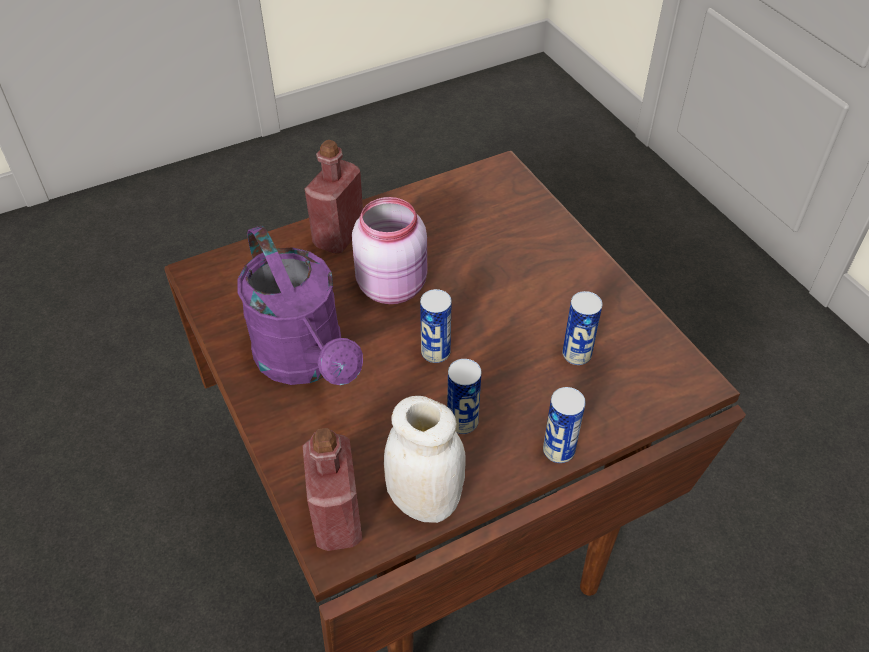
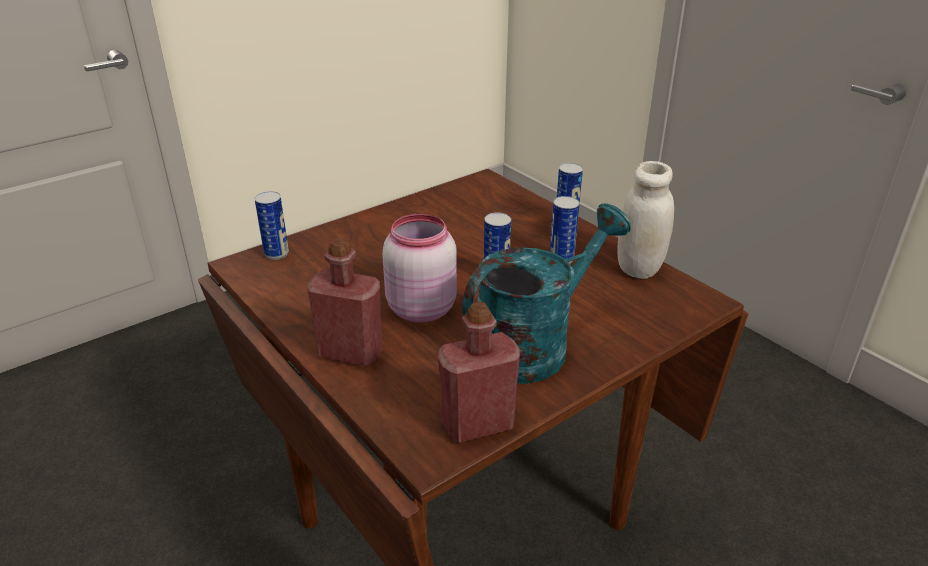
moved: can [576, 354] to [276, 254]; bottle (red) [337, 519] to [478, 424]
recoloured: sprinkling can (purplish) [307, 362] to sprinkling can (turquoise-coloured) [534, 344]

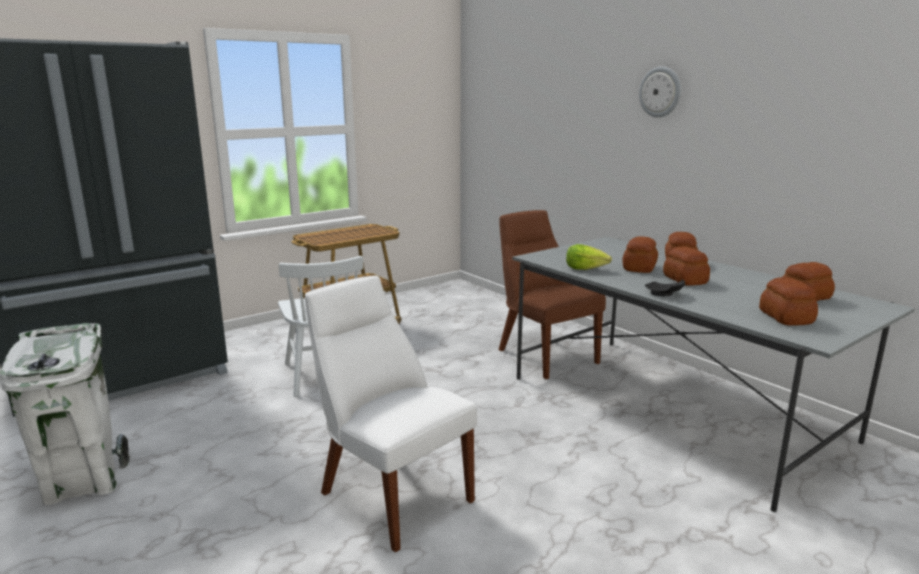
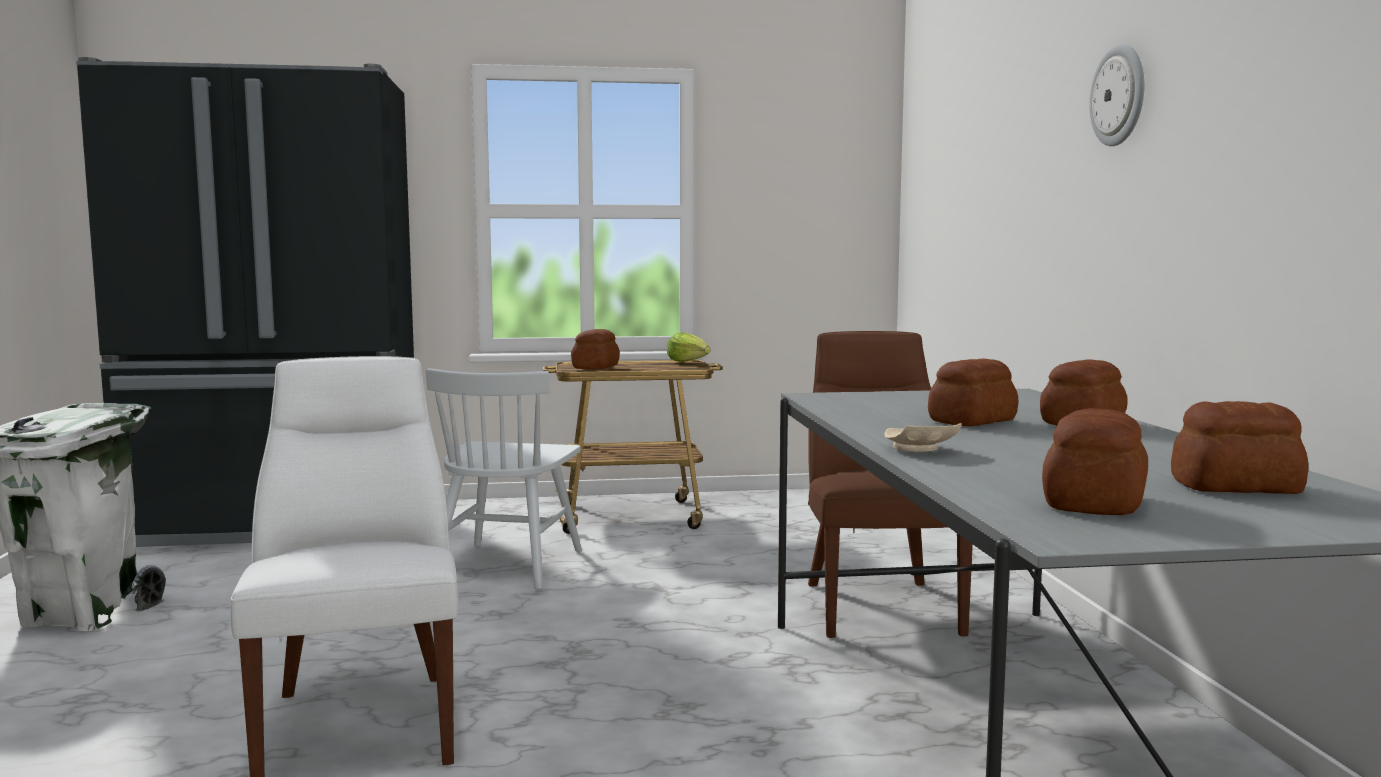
moved: head of lettuce [585, 269] to [689, 362]; bakery bread [685, 280] to [596, 367]
recoloured: plate (blackish) [664, 294] to plate (beige-coloured) [918, 450]

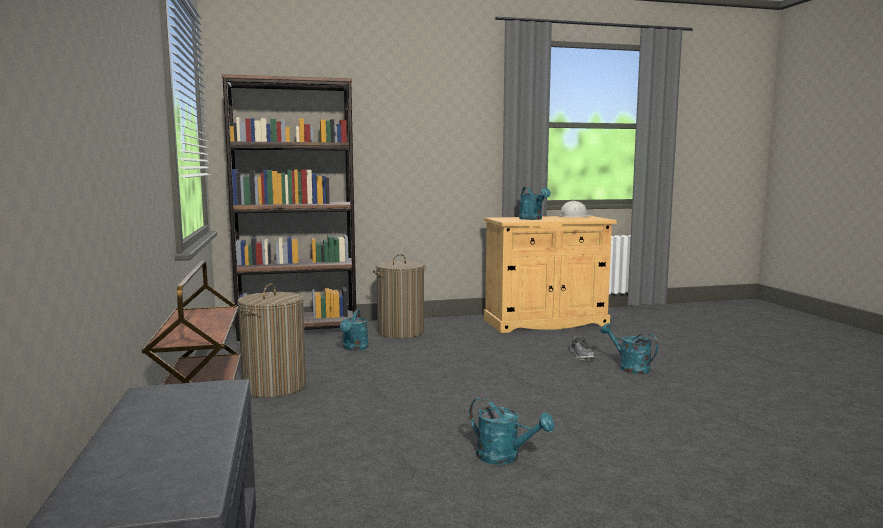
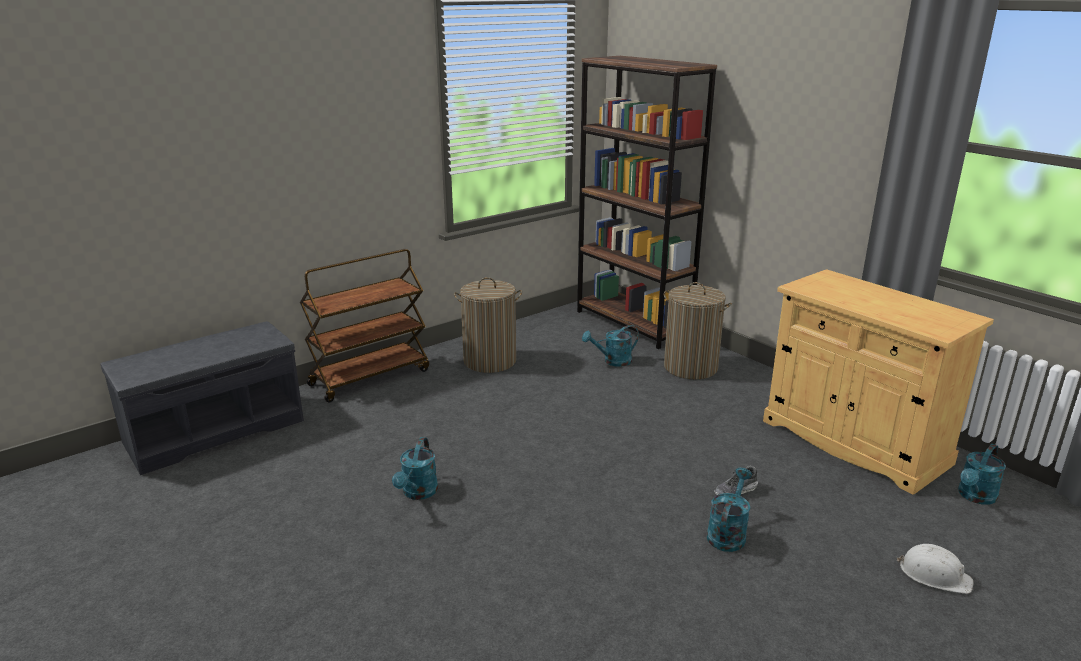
moved: sprinkling can (turquoise-coloured) [533, 219] to [975, 497]; work helmet (whitish) [574, 217] to [934, 574]

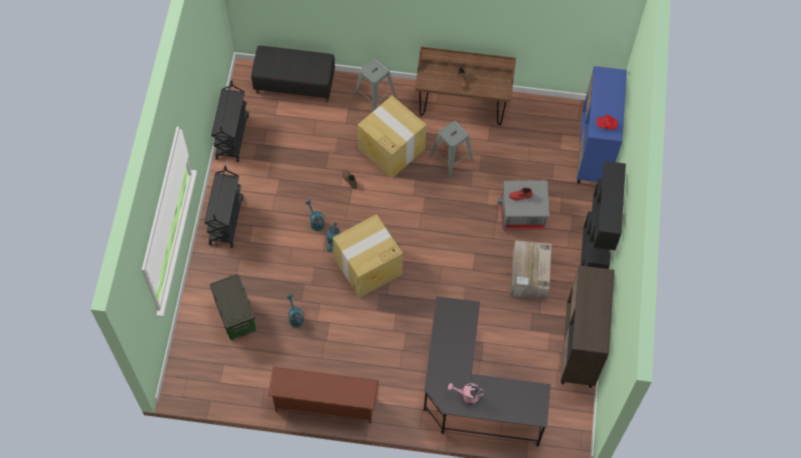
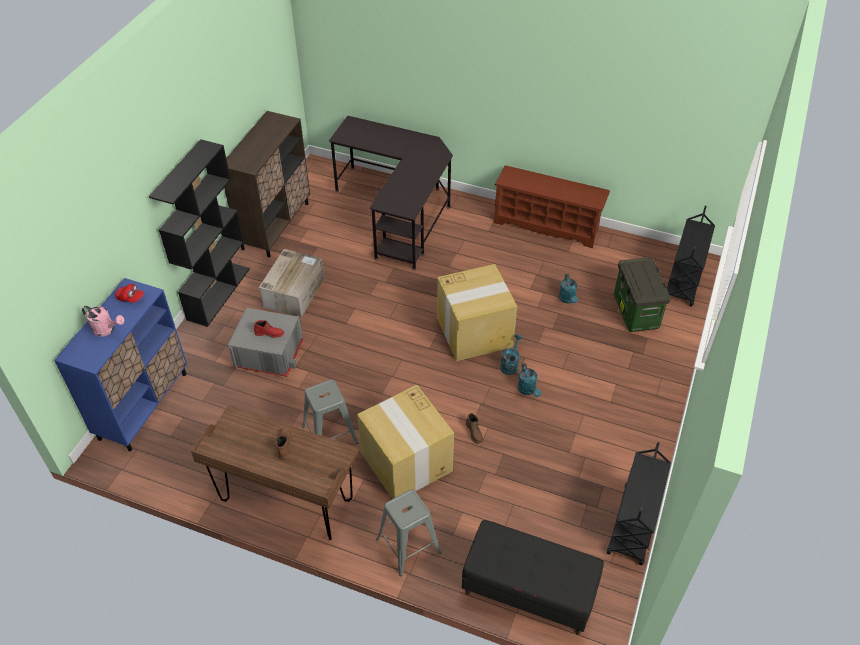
moved: wheeled cart (blackish) [226, 220] to [684, 282]; sprinkling can (pink) [467, 396] to [107, 330]

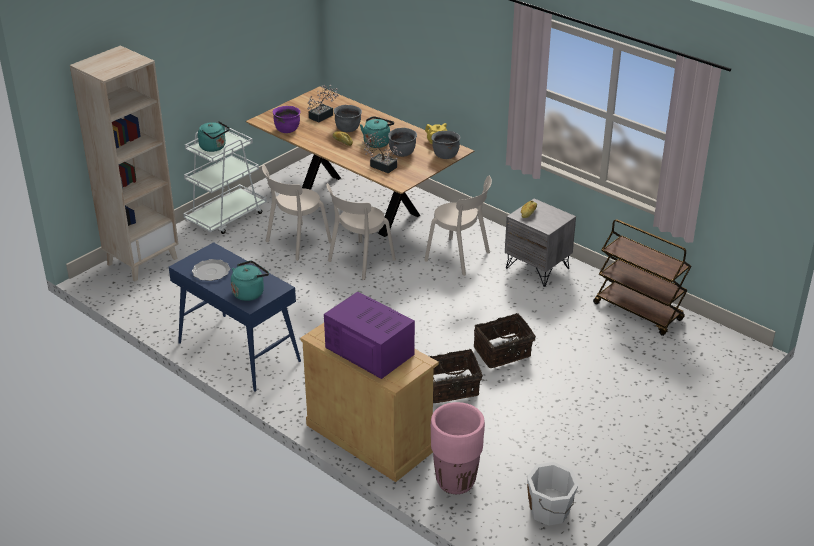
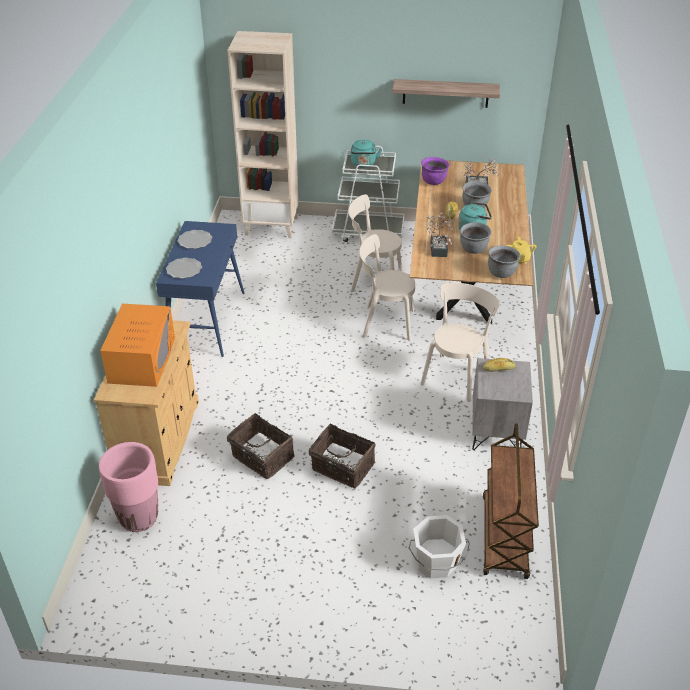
added: bracket shelf [445, 93]
moved: bucket (whitish) [550, 511] to [436, 563]
replaced: kettle (turquoise-coloured) [250, 292] to plate [184, 270]
recoloured: kitchen microwave (purplish) [369, 350] to kitchen microwave (orange-coloured) [142, 360]
turned: upright chair (beige-coloured) [460, 257] = [456, 375] 150 degrees counterclockwise

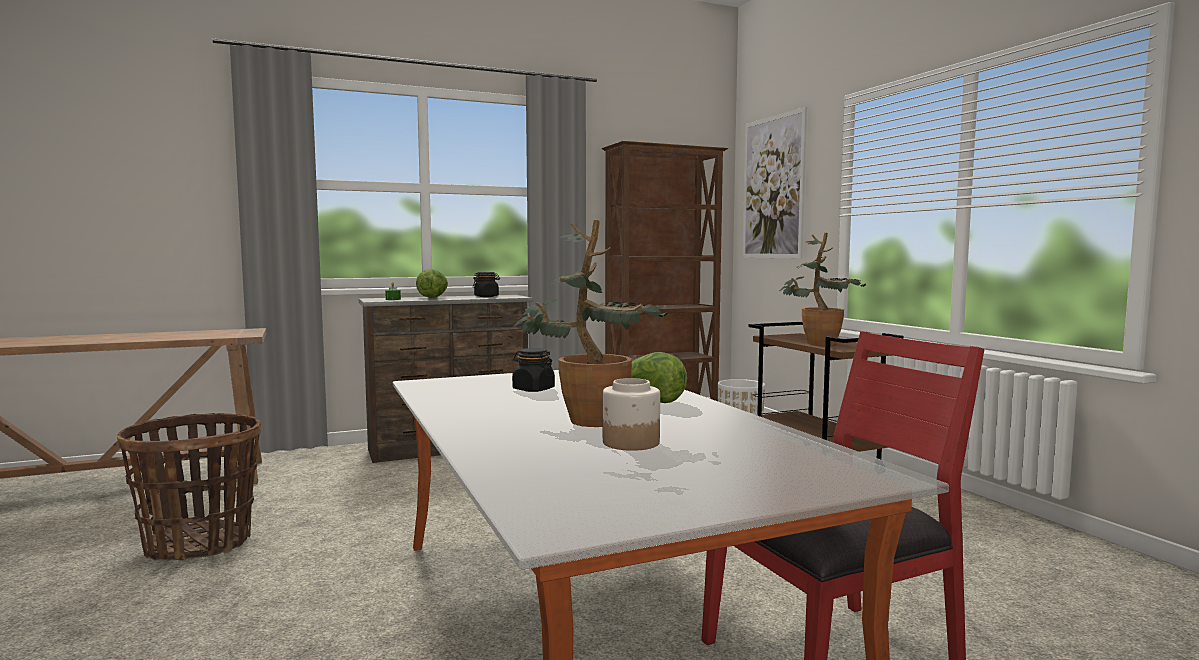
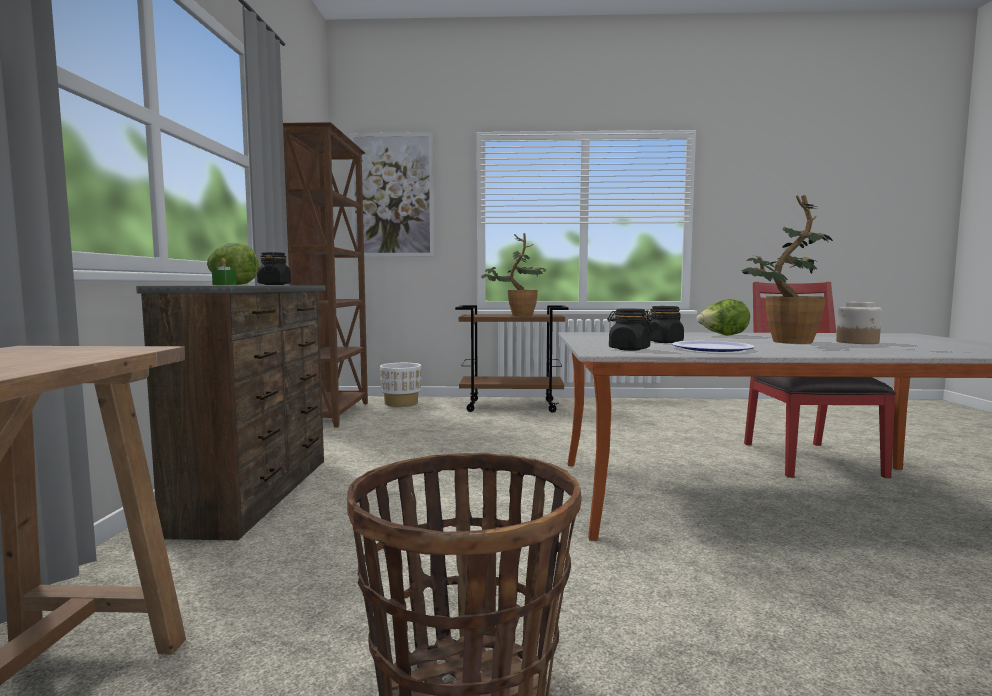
added: jar (blackish) [629, 349]; plate [712, 348]

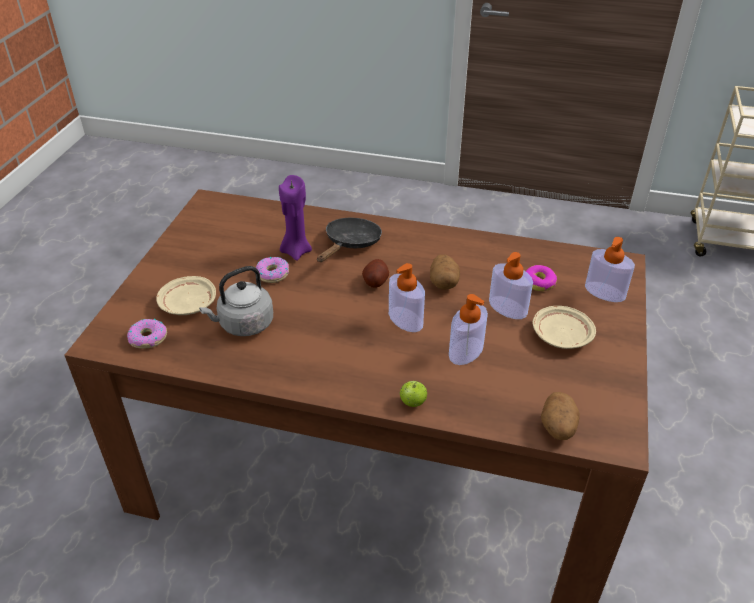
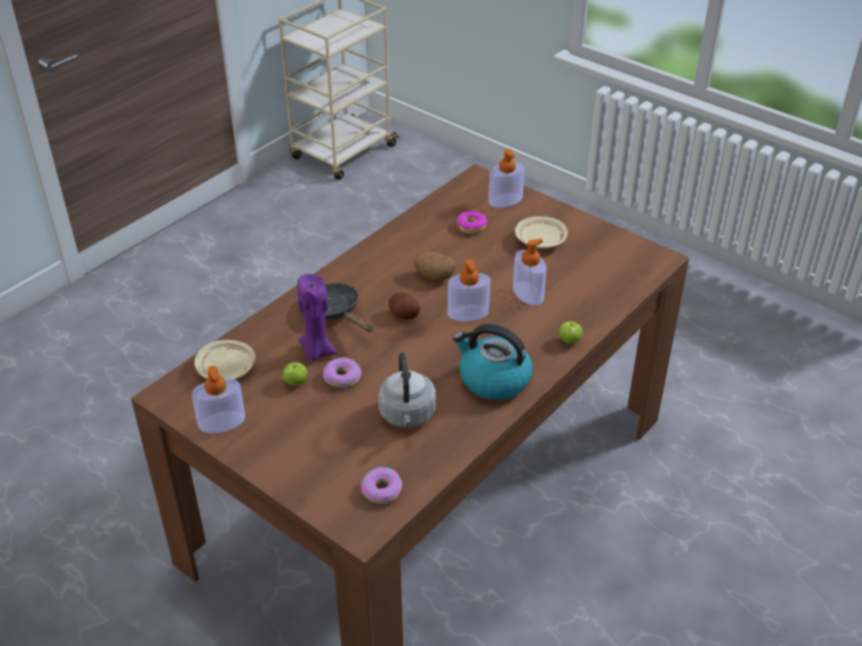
removed: potato [557, 428]
added: kettle [493, 380]; whole apple [296, 382]
moved: soap bottle [507, 308] to [221, 422]; plate (beige-coloured) [188, 304] to [227, 369]

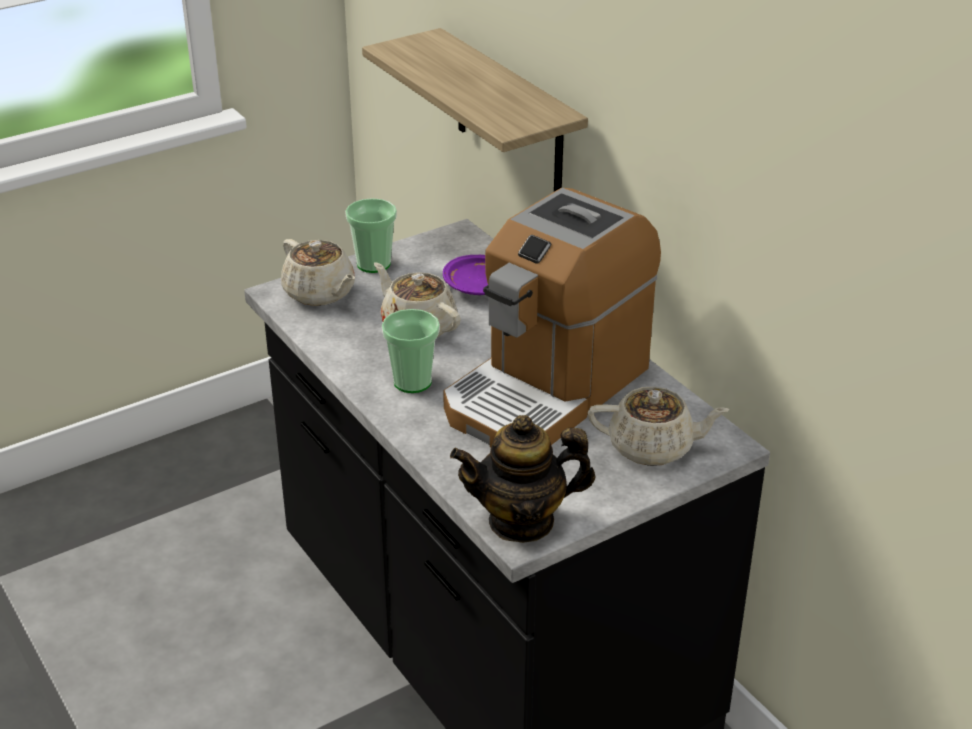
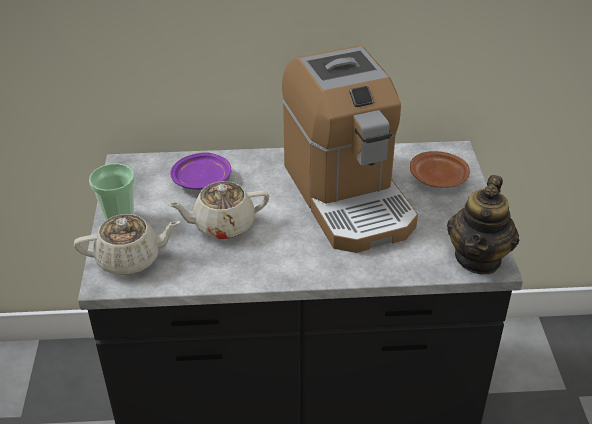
removed: bracket shelf [509, 116]; drinking cup [412, 382]
replaced: pot for tea (beige-coloured) [653, 447] to plate (brownish) [439, 178]

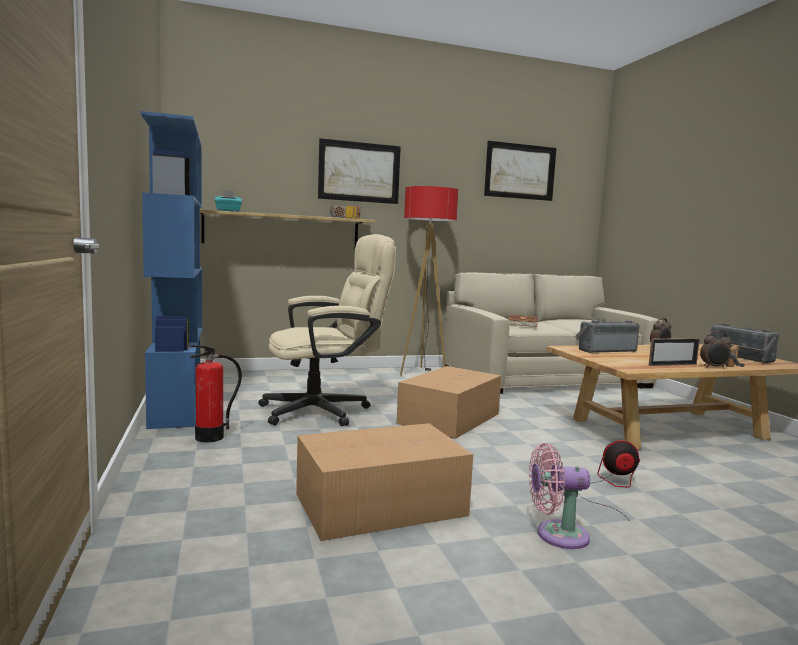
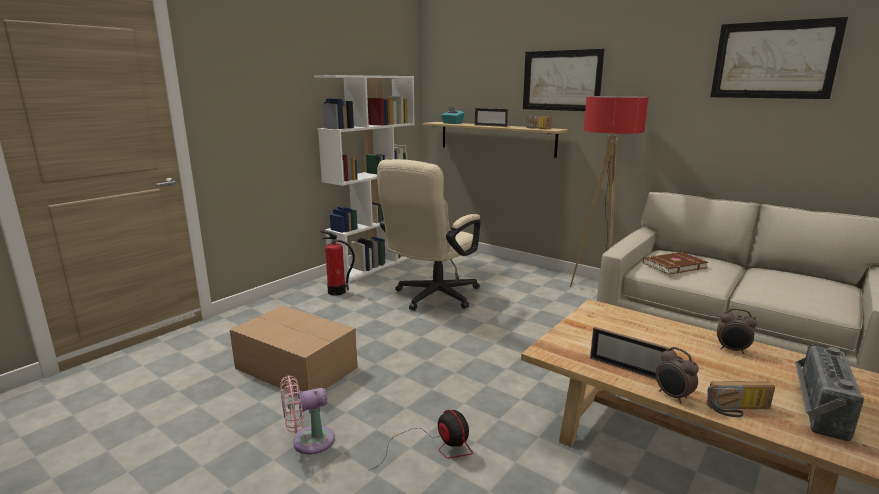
removed: radio receiver [605, 350]; packing box [451, 418]
added: photo frame [490, 126]
recoloured: bookcase (bluish) [177, 404] to bookcase (whitish) [374, 264]
turned: office chair (beige-coloured) [326, 411] = [432, 297] 90 degrees clockwise; cooling fan (pink) [556, 535] = [309, 441] 75 degrees counterclockwise

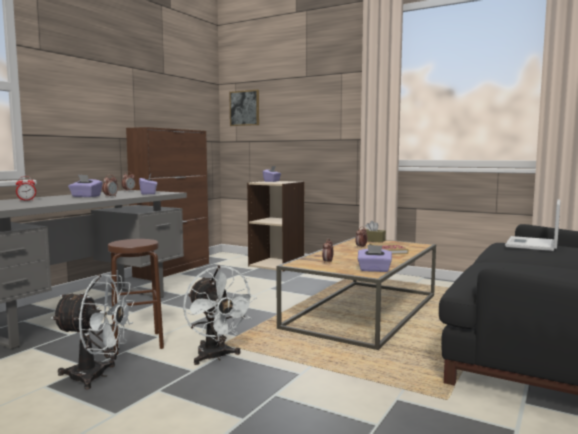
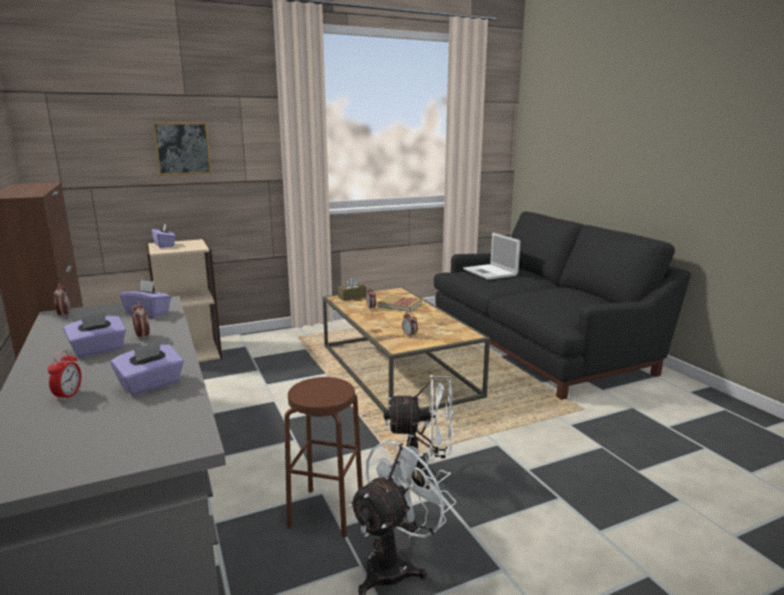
moved: wall art [244, 108] to [182, 148]; tissue box (purplish) [374, 270] to [151, 385]

